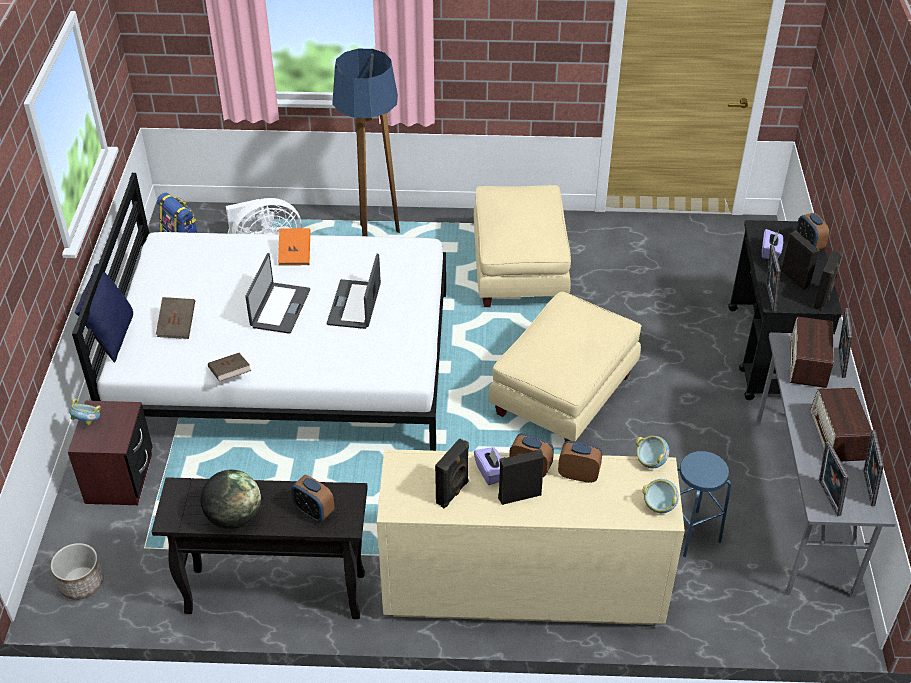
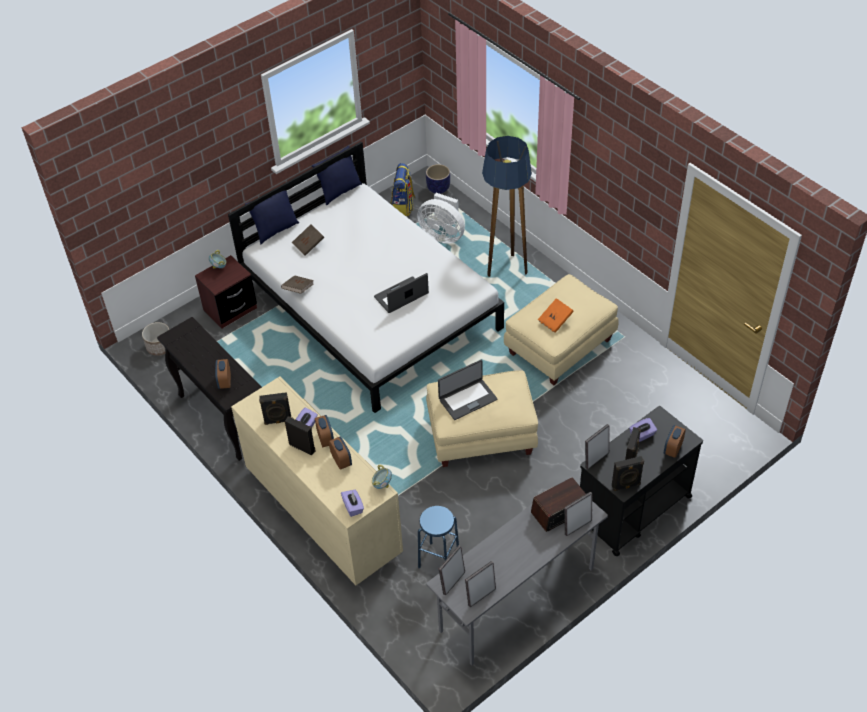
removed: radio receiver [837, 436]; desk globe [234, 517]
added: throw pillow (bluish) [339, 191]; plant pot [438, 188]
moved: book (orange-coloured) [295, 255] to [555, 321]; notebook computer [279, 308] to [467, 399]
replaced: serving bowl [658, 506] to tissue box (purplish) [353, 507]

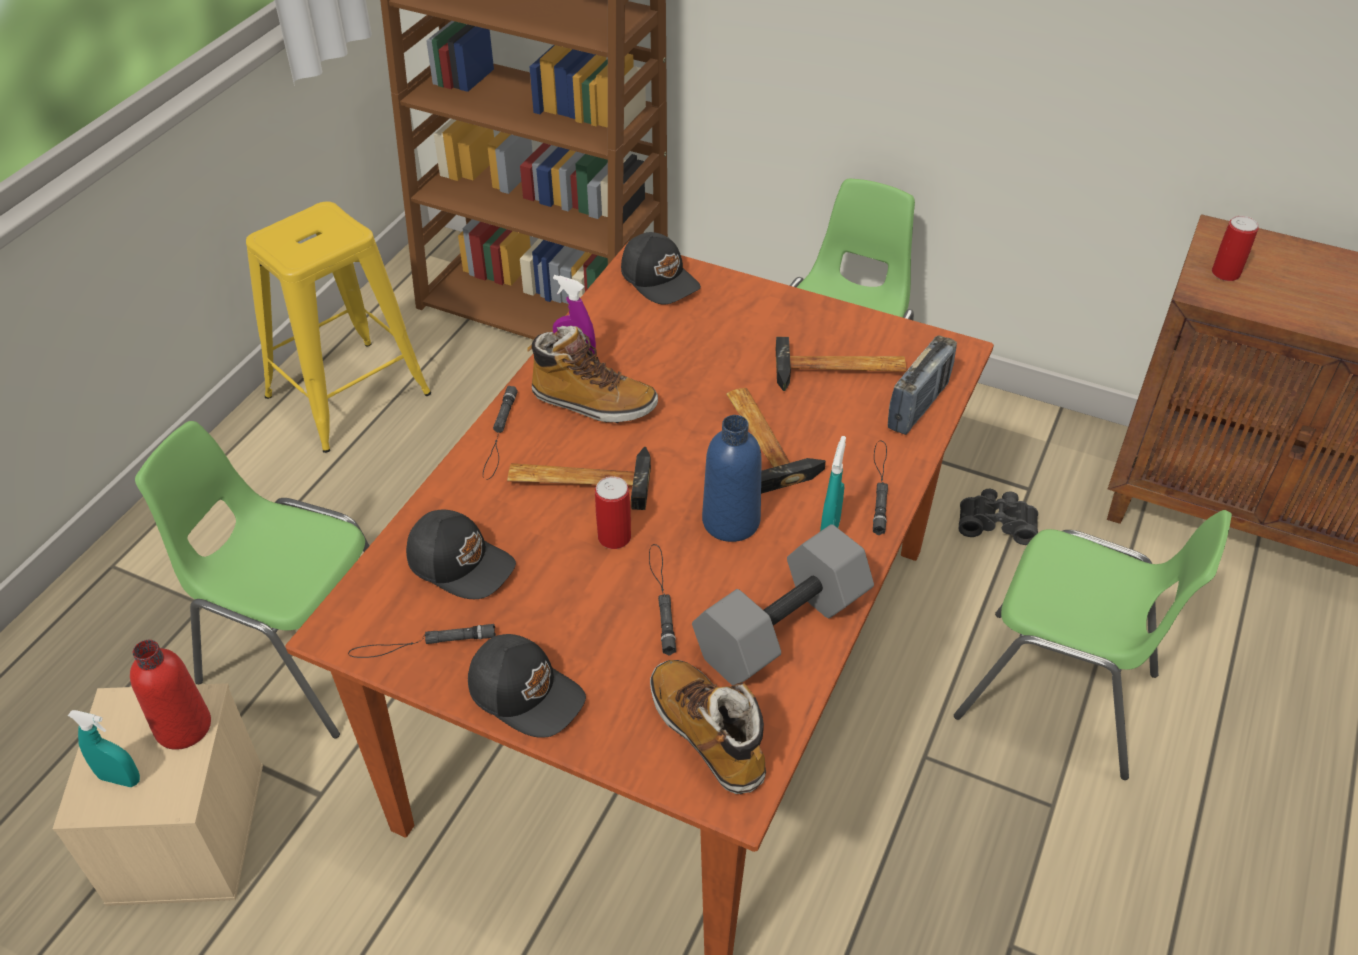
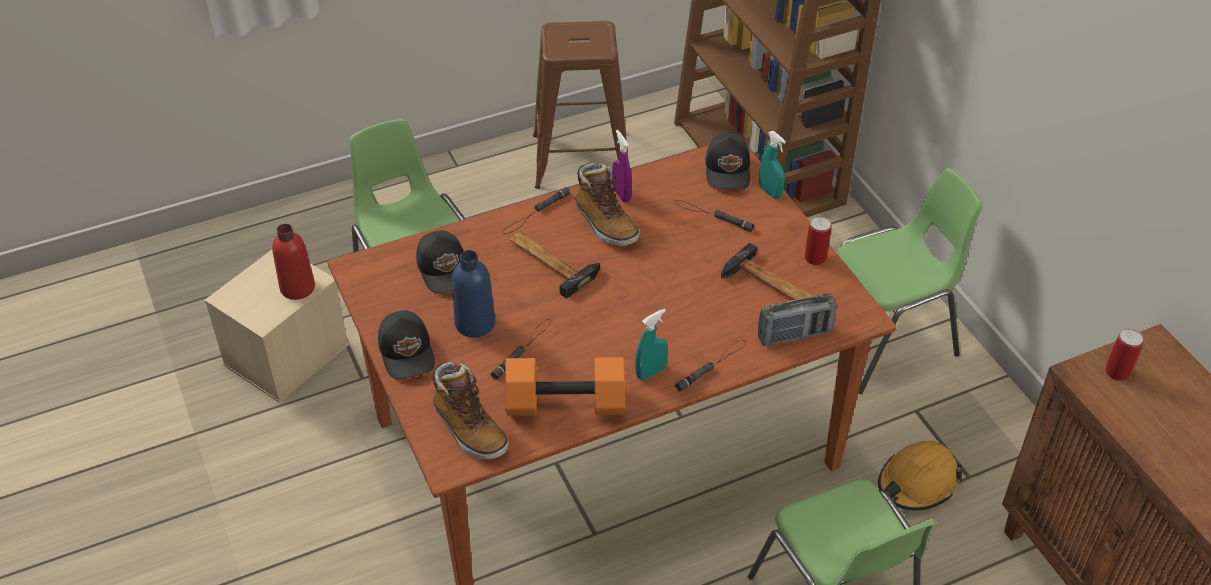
removed: tool hammer [765, 439]
moved: bottle (bluish) [731, 521] to [475, 323]; can [614, 537] to [815, 258]; hand torch (blackish) [422, 644] to [713, 216]; hand sprayer (turquoise-coloured) [120, 778] to [770, 192]
replaced: binoculars (blackish) [996, 522] to work helmet (orange-coloured) [917, 483]
recoloured: stool seat (yellow-coloured) [348, 395] to stool seat (brownish) [581, 159]; free weight (greyish) [781, 625] to free weight (orange-coloured) [567, 402]
turned: high-top boot [708, 735] = [469, 429] 135 degrees clockwise

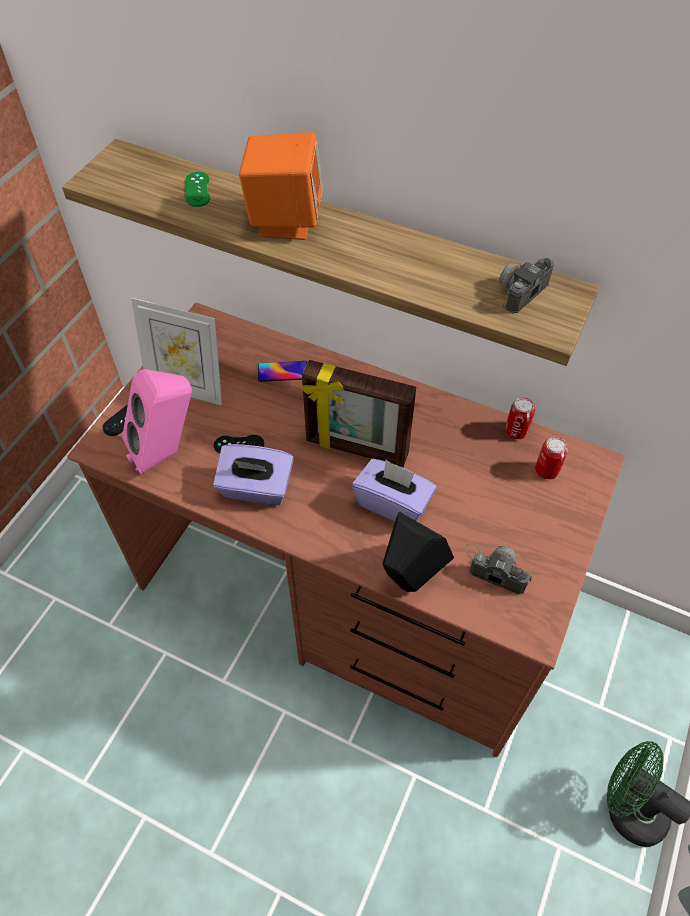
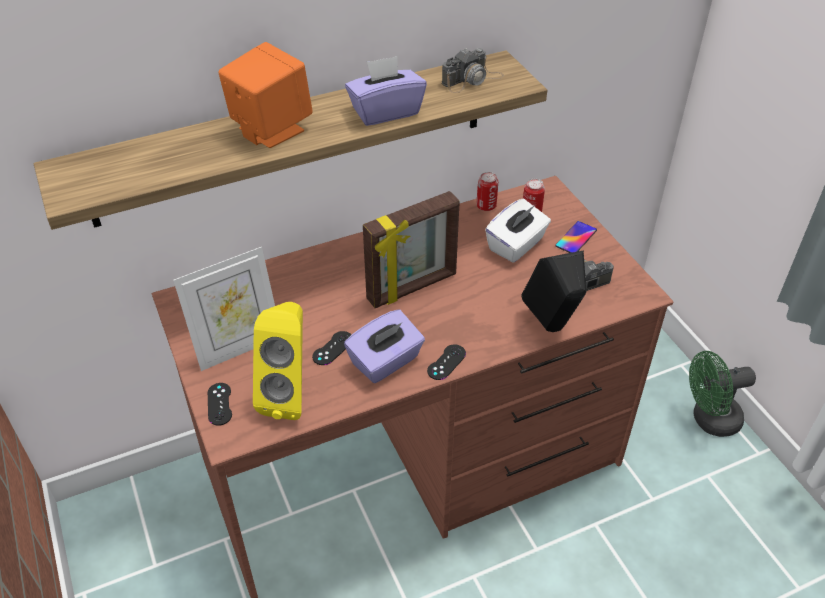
removed: joypad (green) [197, 189]
added: tissue box (whitish) [516, 245]; joypad (blackish) [446, 362]
moved: phone [283, 371] to [576, 238]; tissue box (purplish) [393, 503] to [385, 111]
recoloured: speaker (pink) [168, 453] to speaker (yellow-coloured) [290, 395]
turned: photo camera [514, 293] = [472, 80] 120 degrees counterclockwise

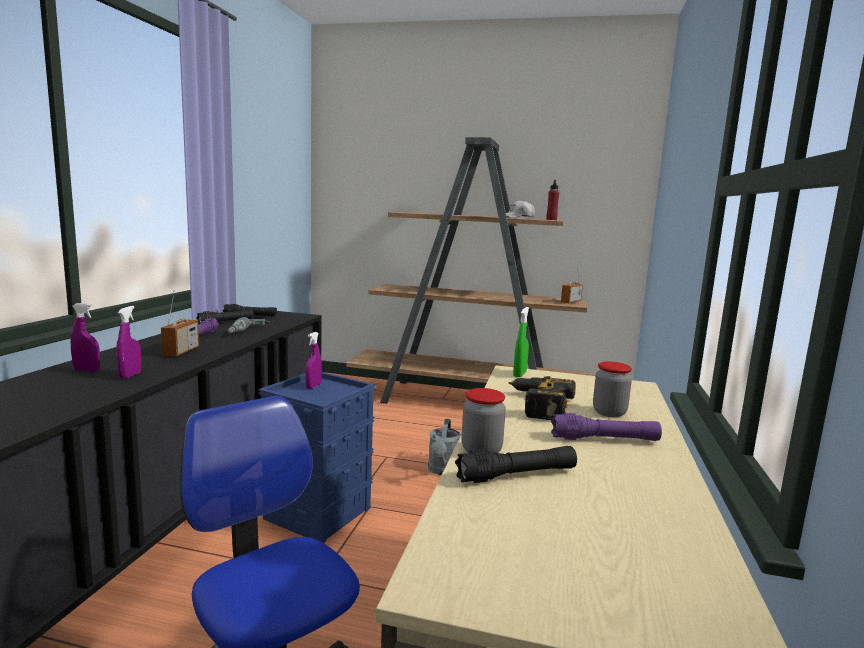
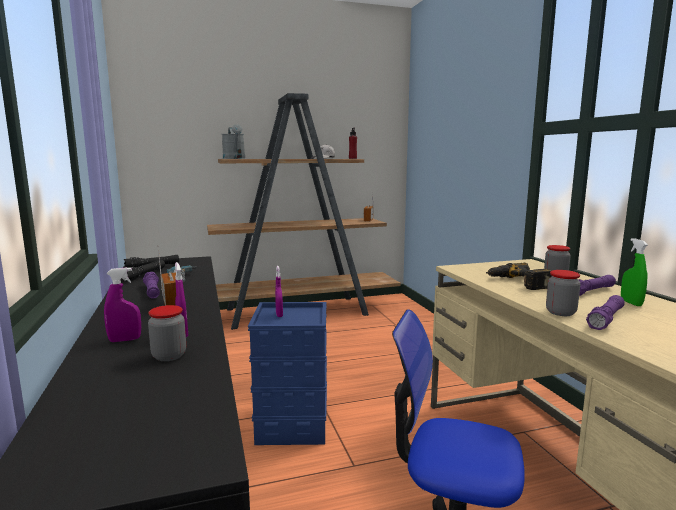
added: jar [169, 356]
moved: hand sprayer (green) [519, 374] to [631, 303]; sprinkling can (greyish) [443, 470] to [235, 158]
recoloured: hand torch (blackish) [516, 475] to hand torch (purplish) [606, 319]

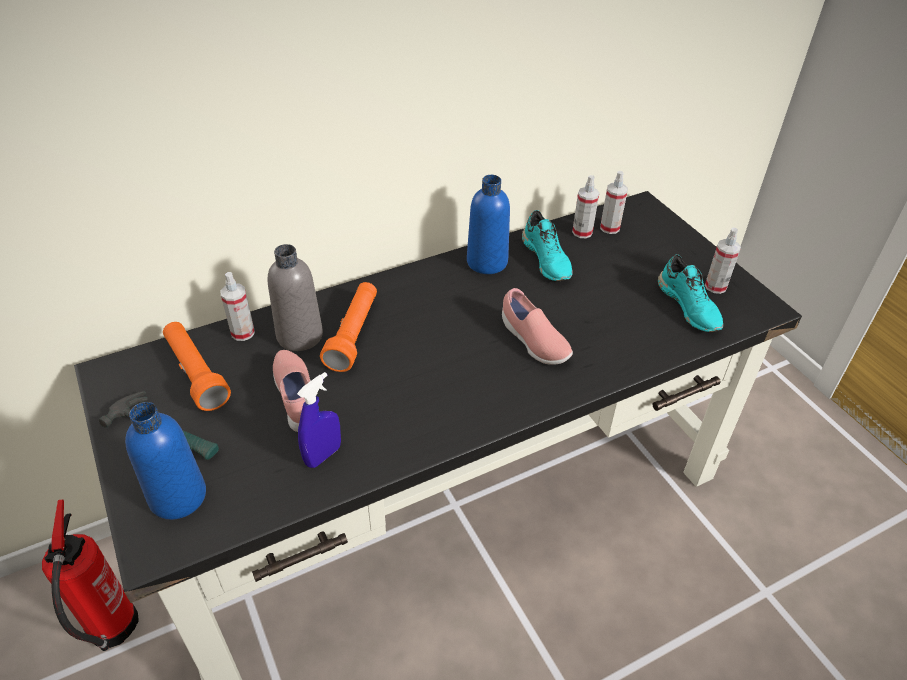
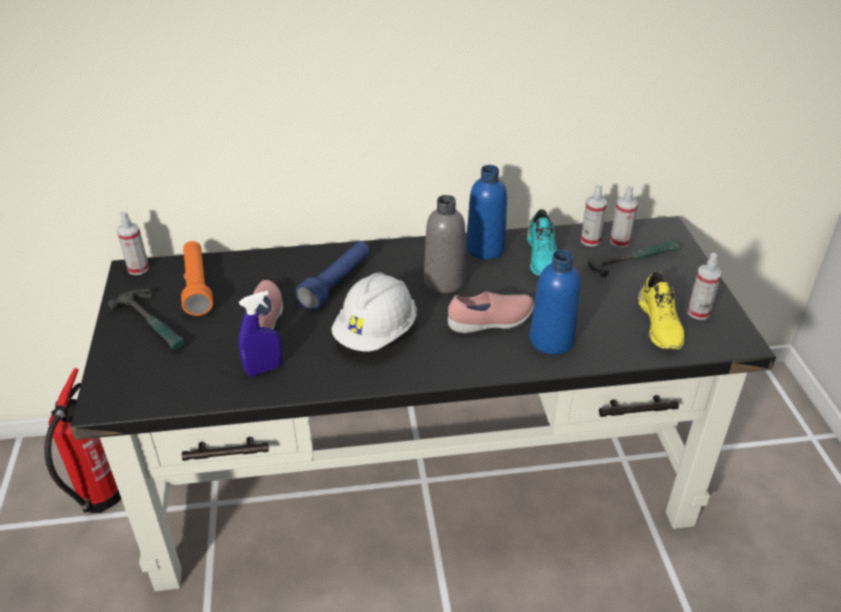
added: tool hammer [632, 259]; work helmet (whitish) [376, 334]
moved: bottle (greyish) [300, 336] to [444, 281]; hand sprayer [243, 332] to [138, 268]; bottle (bluish) [178, 496] to [551, 340]
recoloured: shoe (turquoise-coloured) [689, 306] to shoe (yellow-coloured) [660, 324]; hand torch (orange-coloured) [353, 334] to hand torch (bluish) [337, 283]
turned: shoe (pink) [533, 342] = [491, 322] 90 degrees counterclockwise

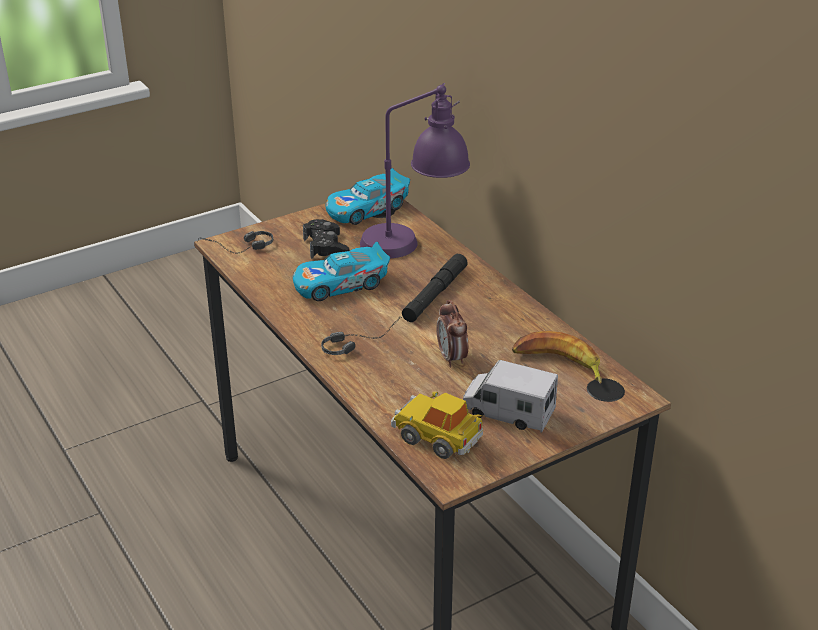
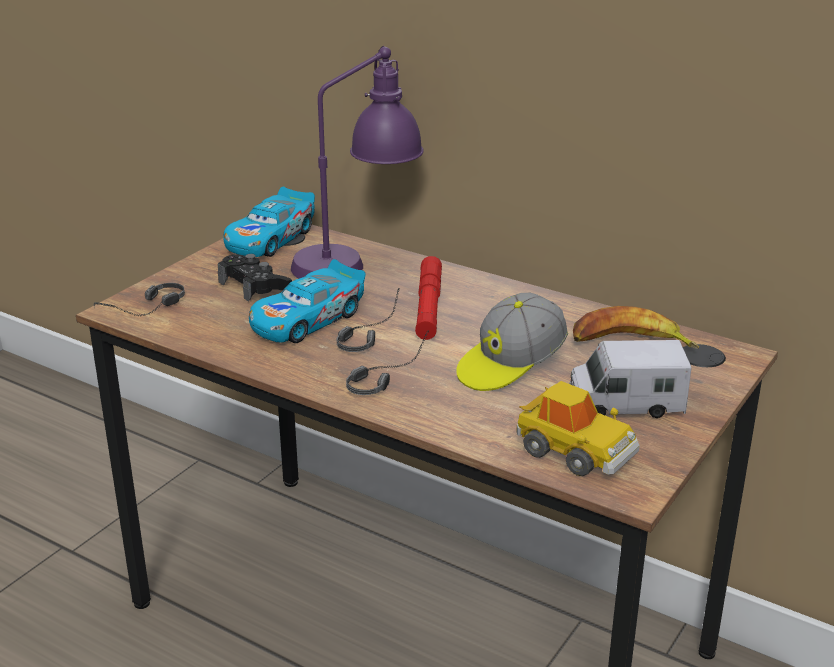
added: pair of headphones [368, 331]
replaced: bedside clock [452, 358] to peaked cap [510, 365]
recoloured: hand torch (blackish) [435, 294] to hand torch (red) [428, 306]
turned: toy car [437, 437] = [574, 451] 150 degrees counterclockwise

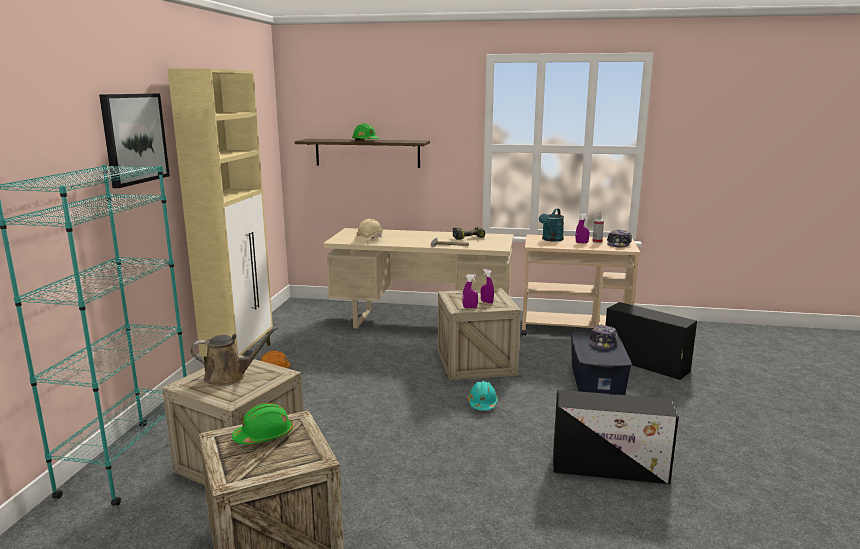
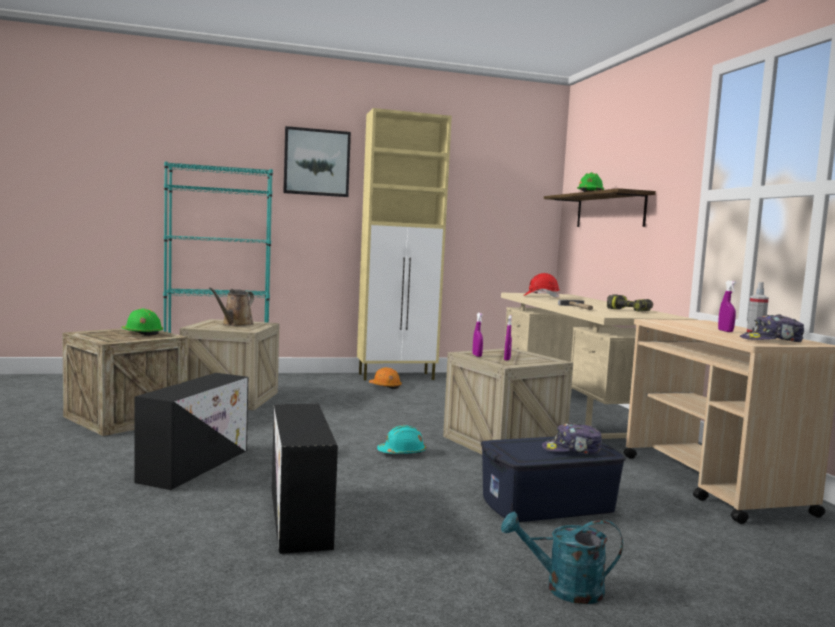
moved: sprinkling can (turquoise-coloured) [551, 239] to [564, 589]; storage container (blackish) [644, 363] to [196, 465]
recoloured: work helmet (beige-coloured) [368, 239] to work helmet (red) [541, 297]
turned: sprinkling can (brownish) [229, 376] = [235, 324] 60 degrees clockwise

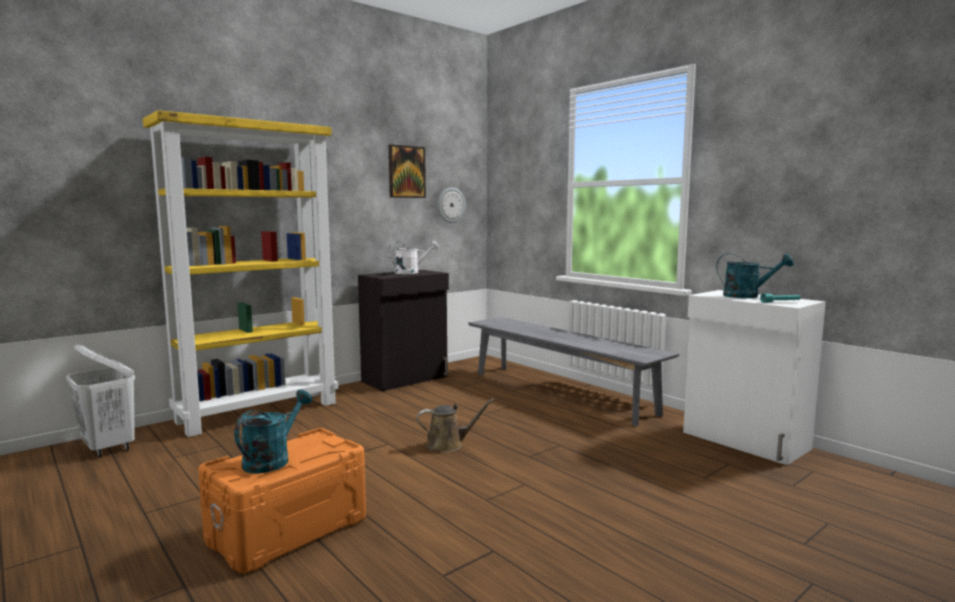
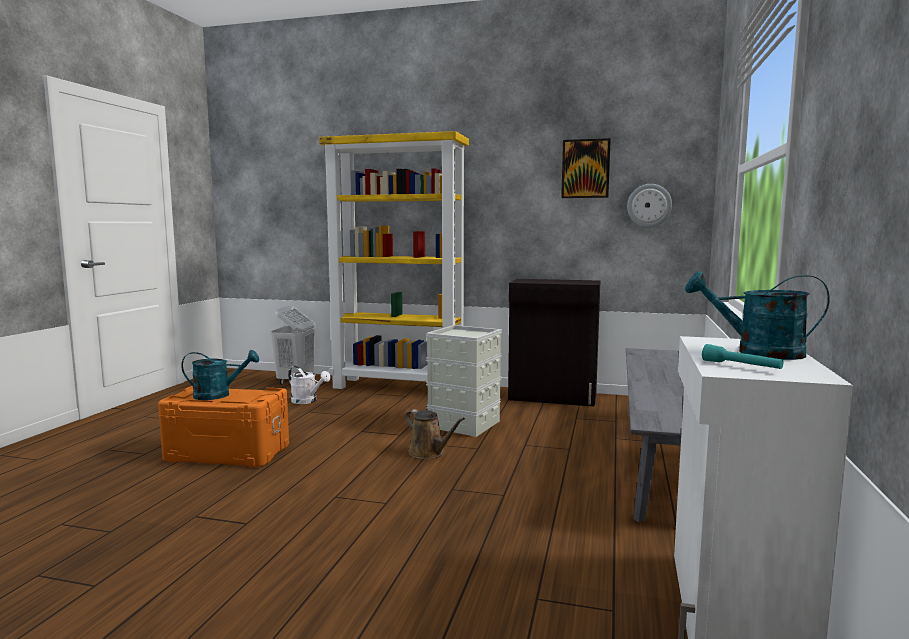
added: storage container (greyish) [465, 424]
moved: sprinkling can (whitish) [411, 272] to [307, 401]
turned: sprinkling can (turquoise-coloured) [747, 296] = [757, 352] 135 degrees clockwise

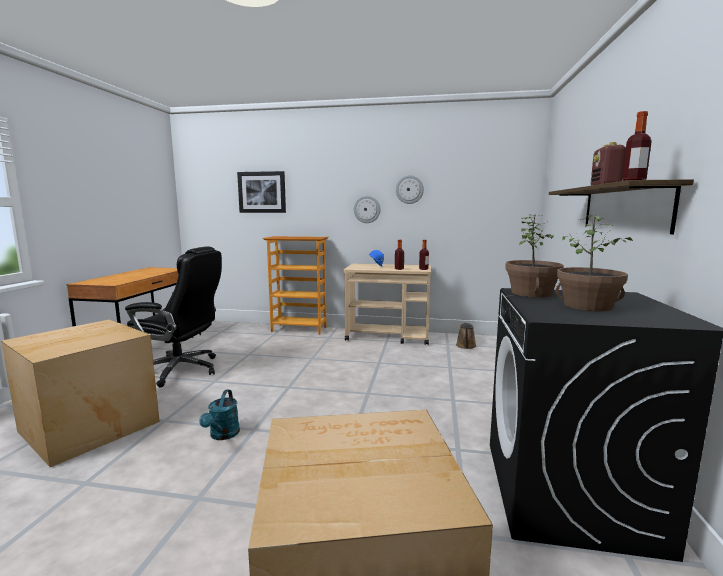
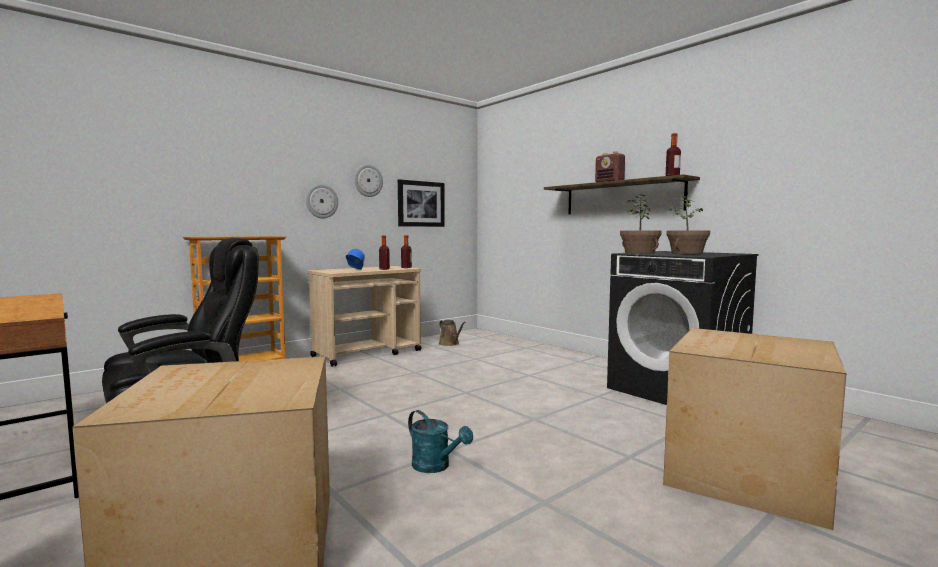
moved: wall art [262, 192] to [421, 204]

